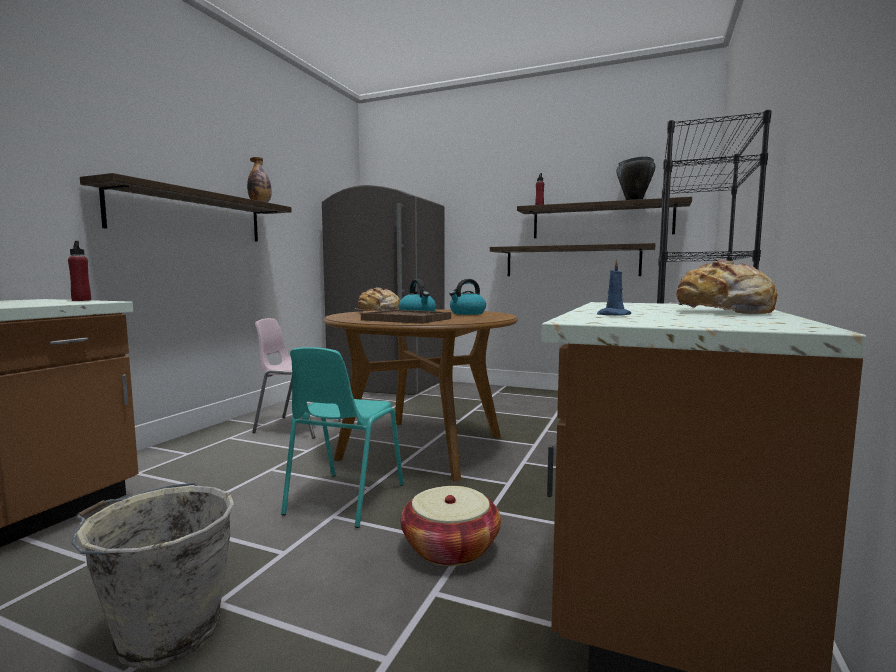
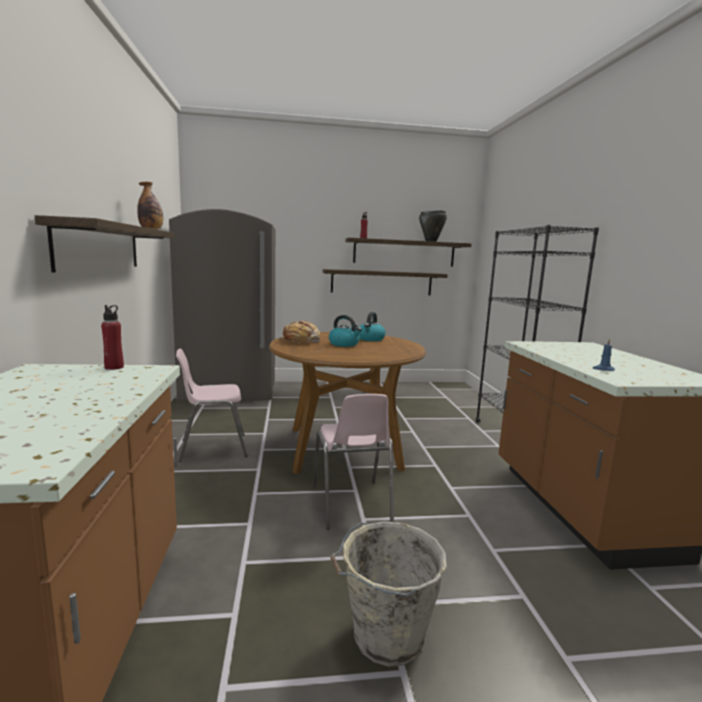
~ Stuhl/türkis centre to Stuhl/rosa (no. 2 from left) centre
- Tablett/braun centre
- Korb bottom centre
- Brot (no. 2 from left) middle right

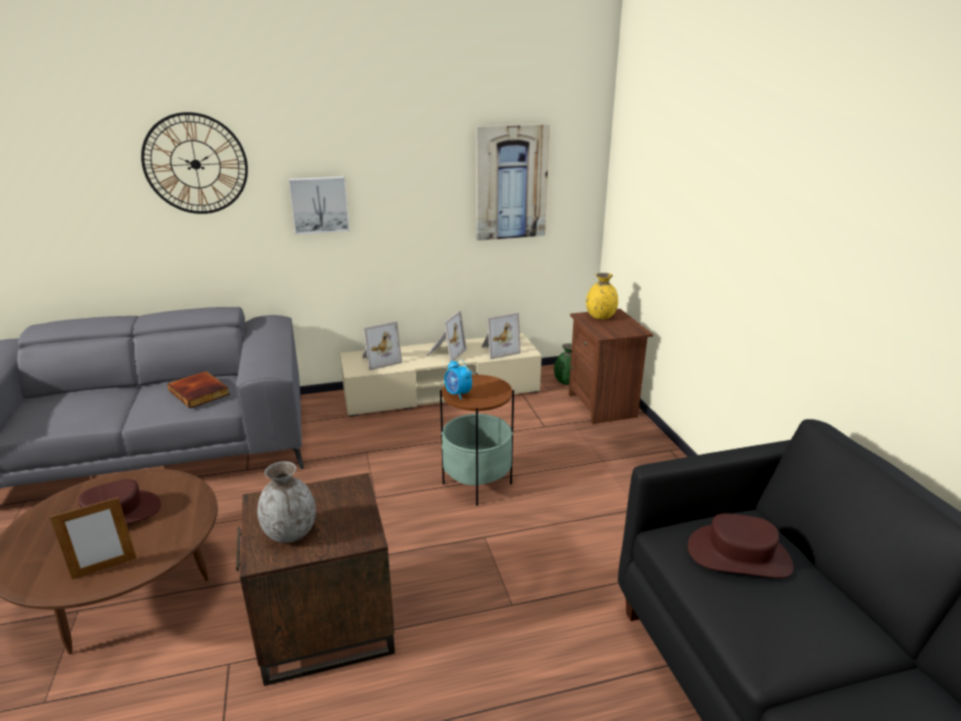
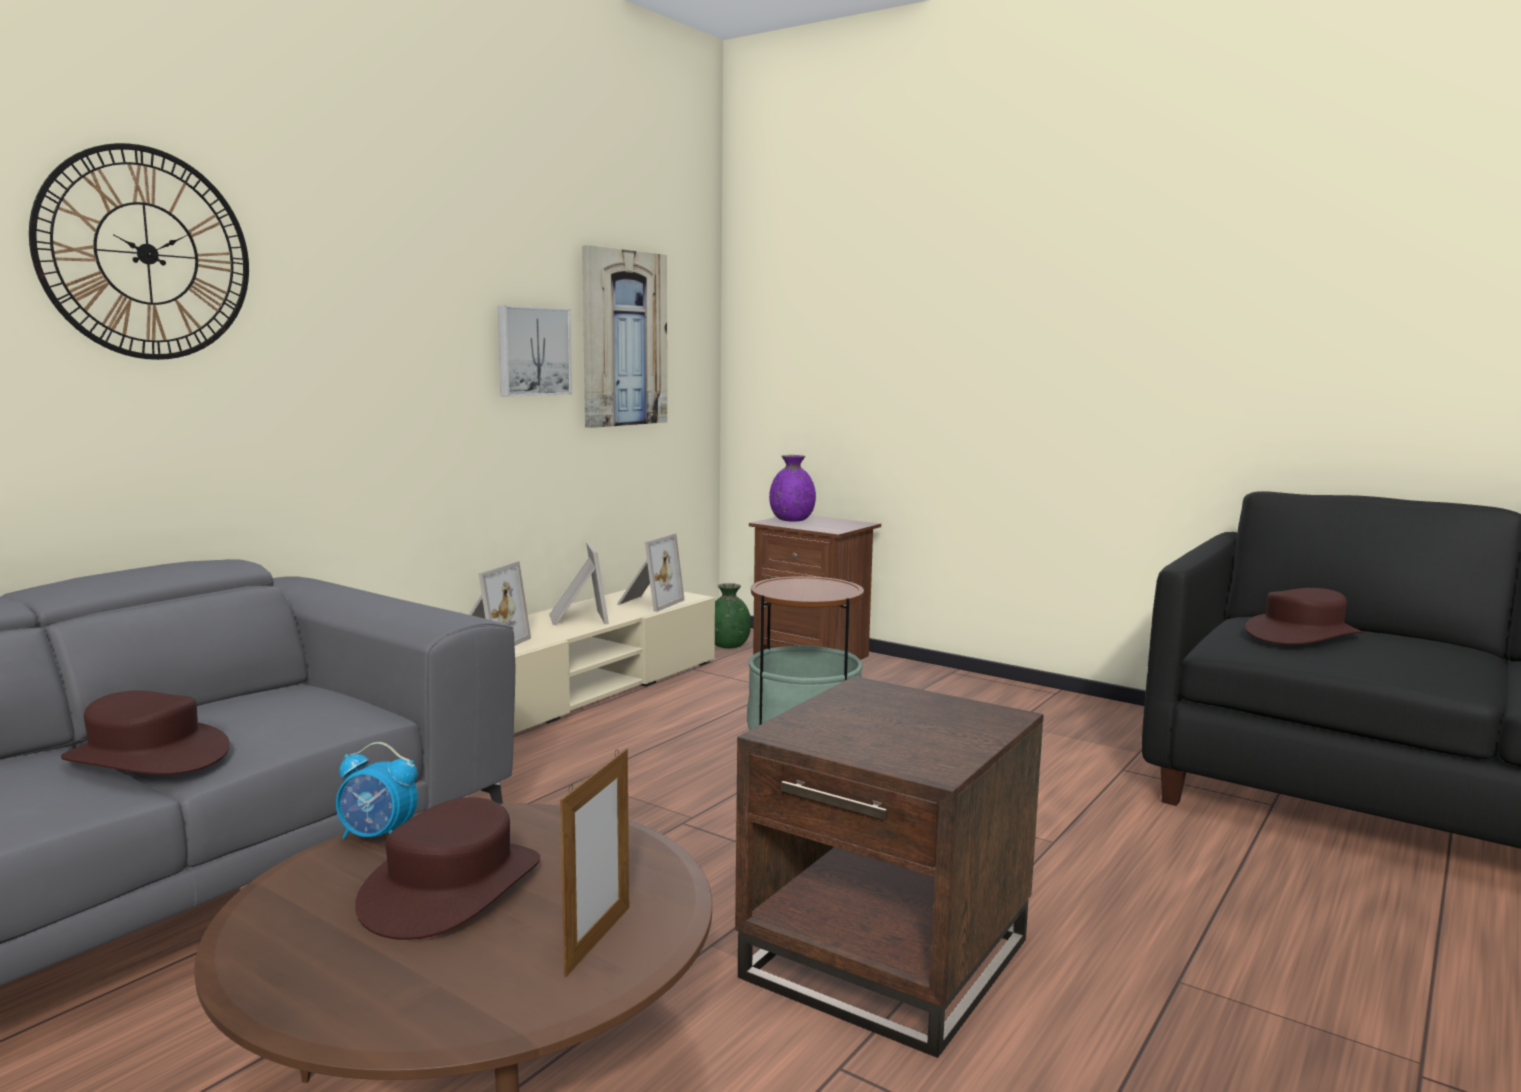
- Buch middle left
- Vase/grau bottom left
~ Bild (no. 1 from left) top left to top centre
~ Wecker centre to bottom left
~ Vase/gelb centre to Vase/lila centre
+ Hut/braun (no. 1 from left) bottom left

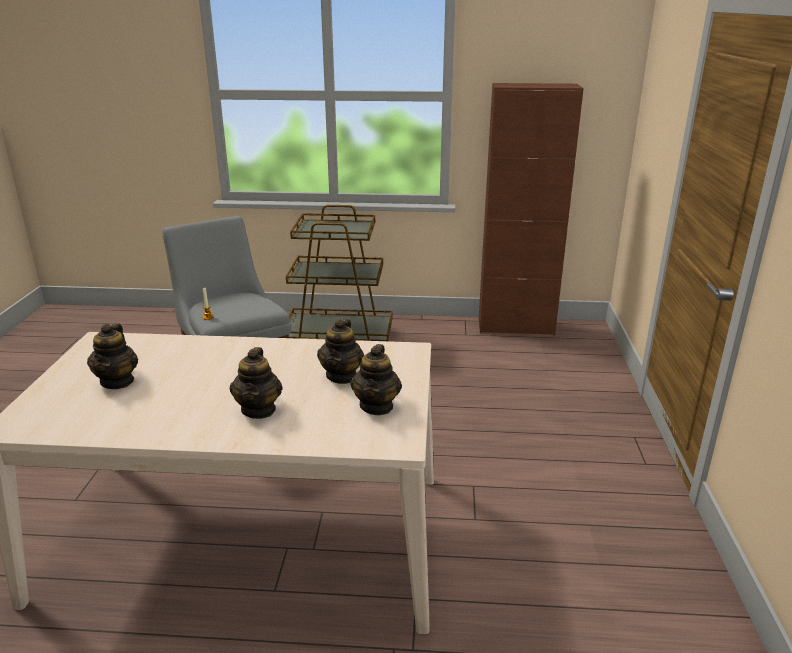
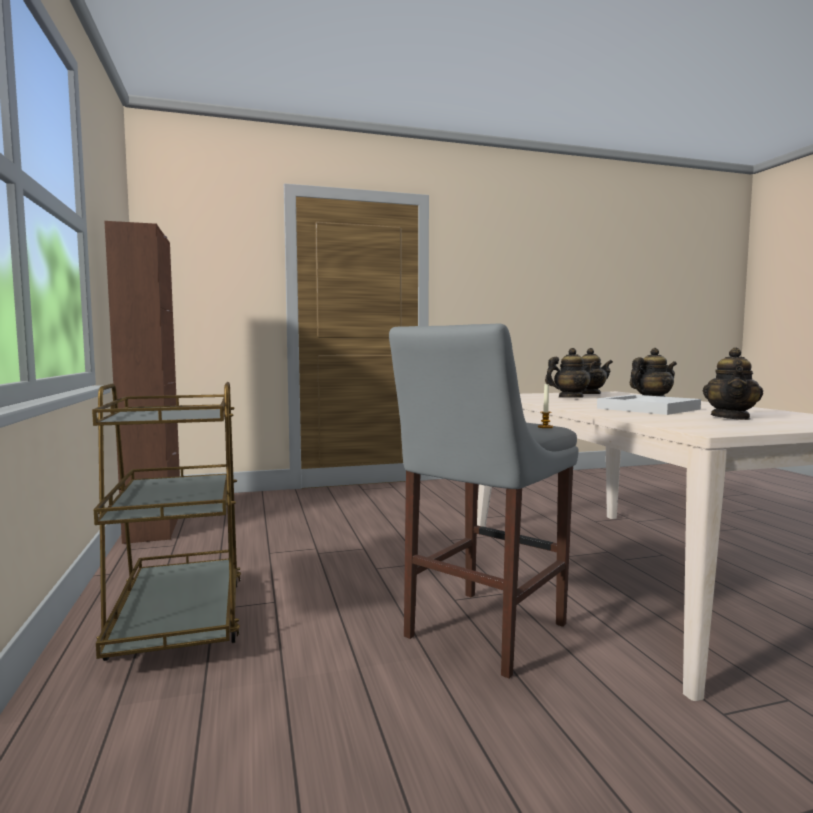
~ Teekanne (no. 1 from left in the first image) middle left = middle right 135 degrees clockwise
+ Tablett/weiß middle right

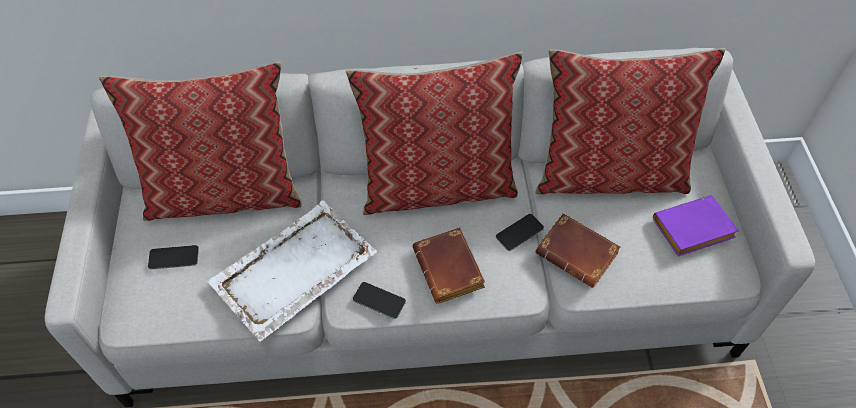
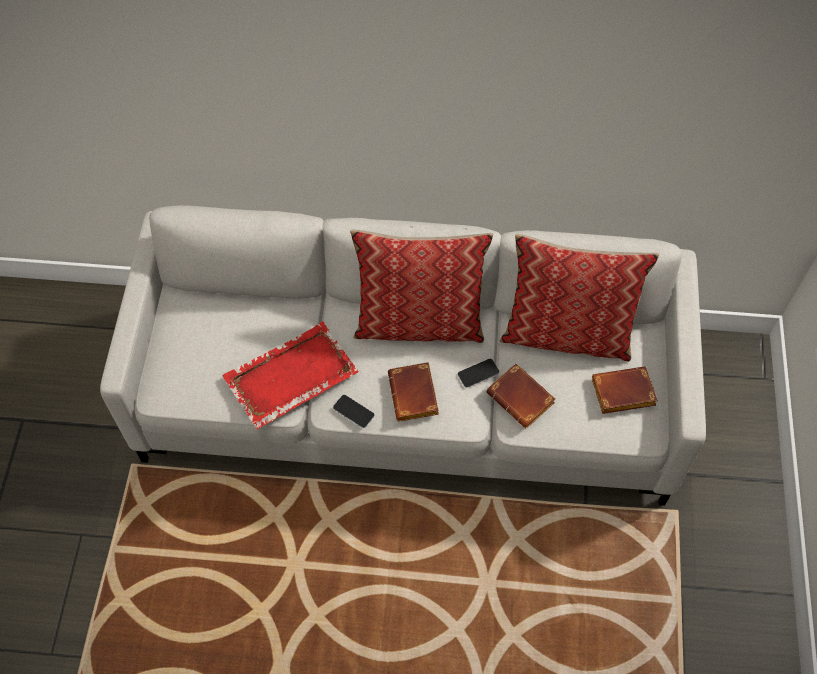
- Kissen (no. 1 from left) middle left
- Handy (no. 1 from left) middle left
~ Tablett/weiß centre to Tablett/rot centre
~ Buch/lila middle right to Buch/braun (no. 3 from left) middle right

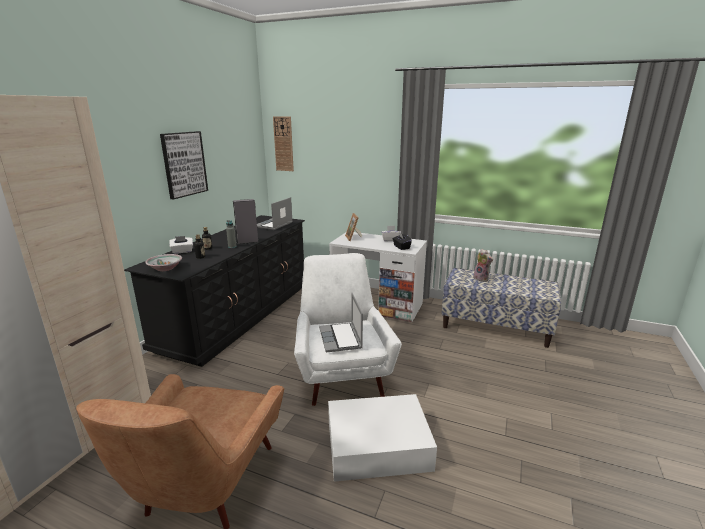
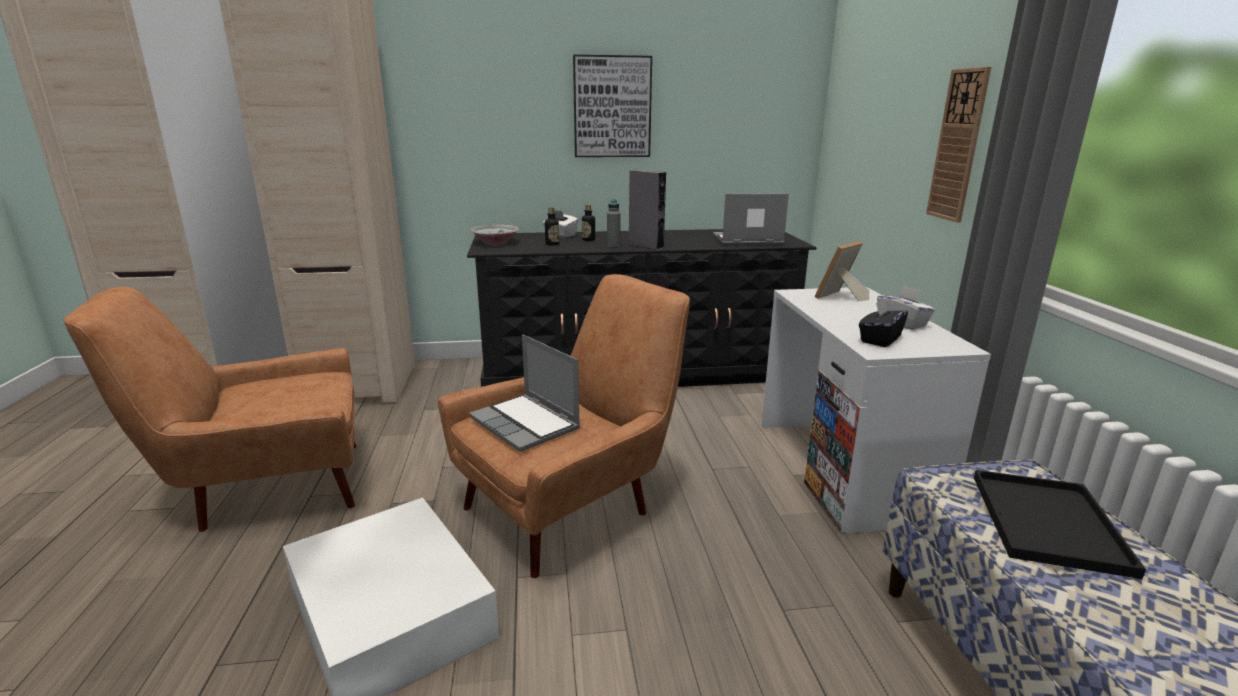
~ Wanduhr top centre to top right
~ Sessel/weiß centre to Sessel/braun (no. 2 from left) centre
~ Laptop (no. 2 from left in the first image) centre = centre 90 degrees counterclockwise
~ Plüschtier middle right to Tablett/schwarz bottom right

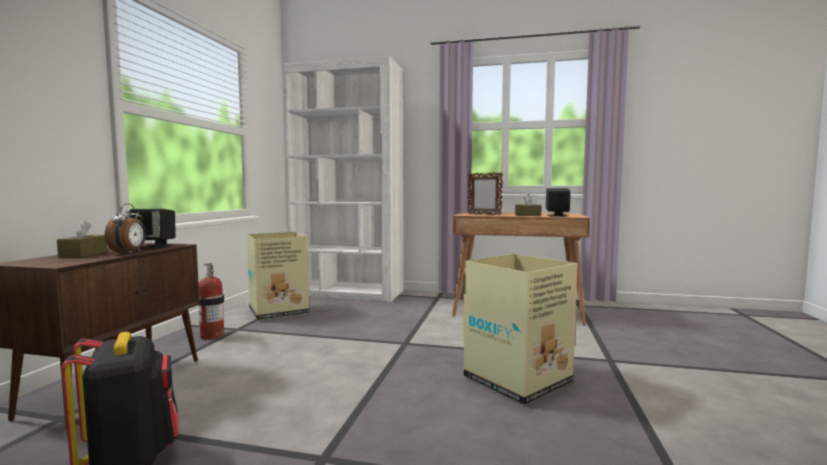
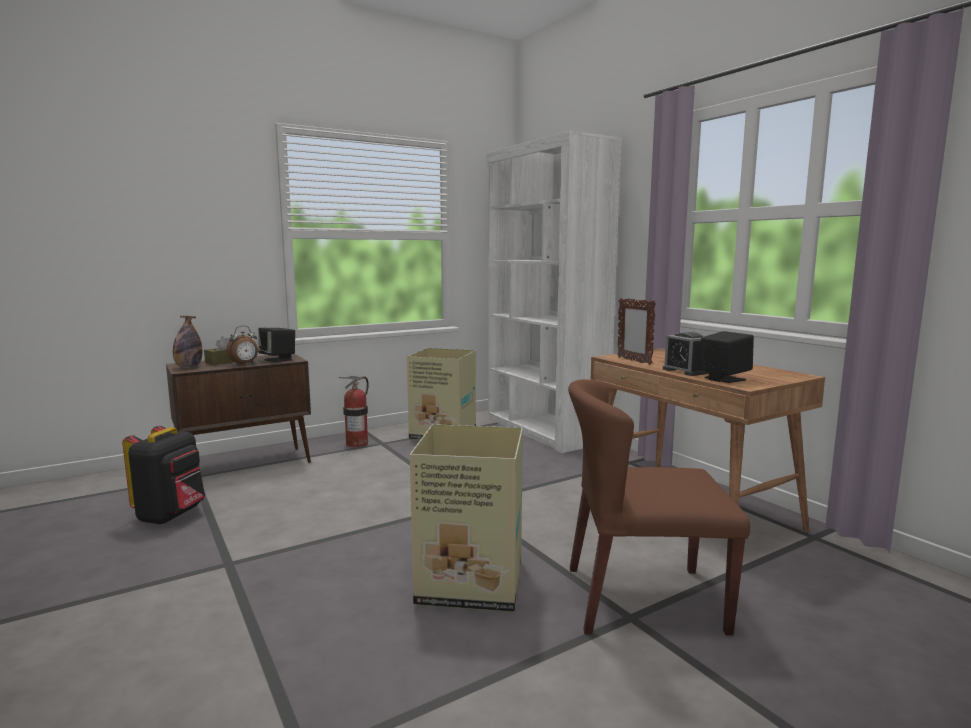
~ Taschentuchbox/braun (no. 2 from left) centre to Wecker (no. 2 from left) middle right
+ Flasche middle left
+ Stuhl/braun bottom right

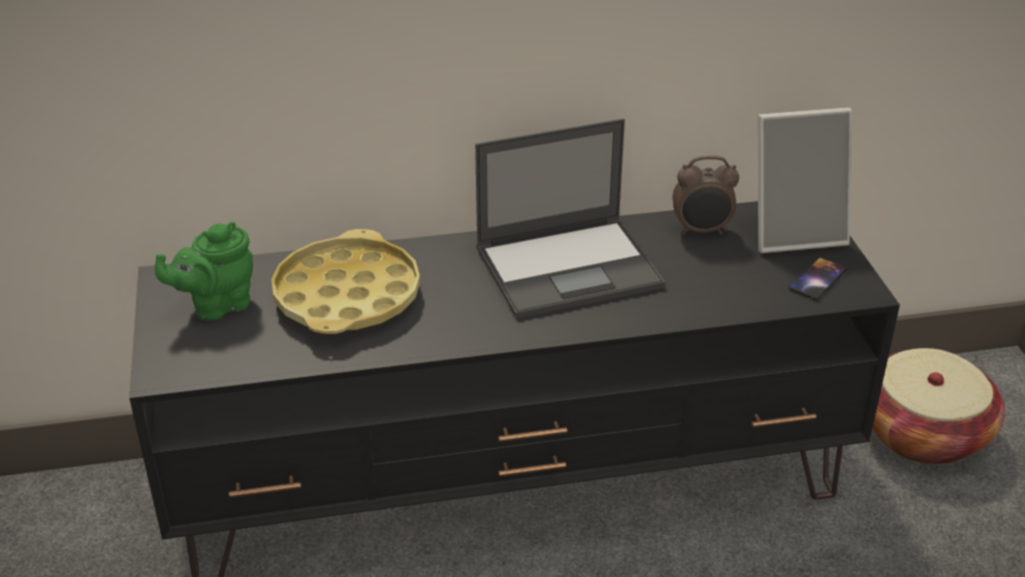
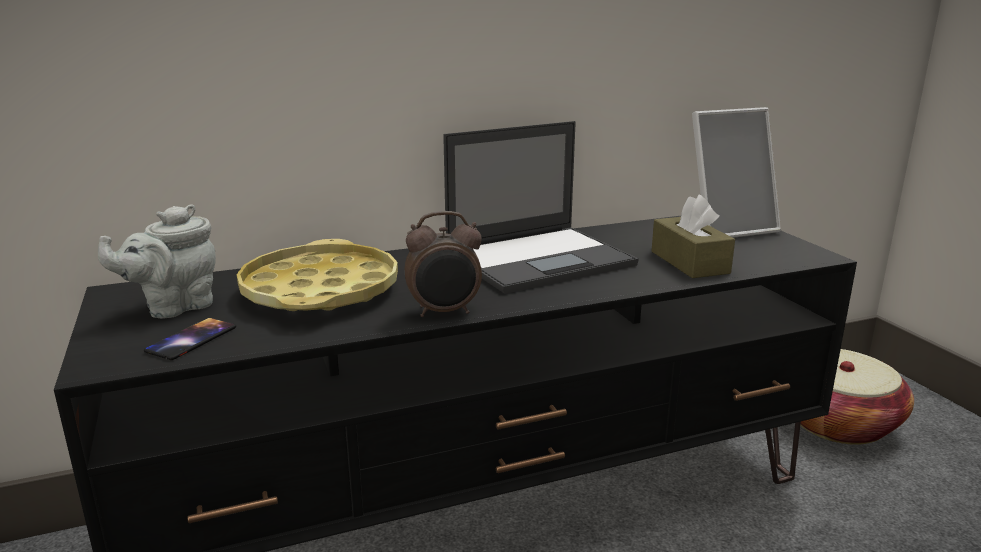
~ Teekanne/grün middle left to Teekanne/grau middle left
~ Wecker middle right to centre
~ Handy middle right to middle left
+ Taschentuchbox/braun middle right

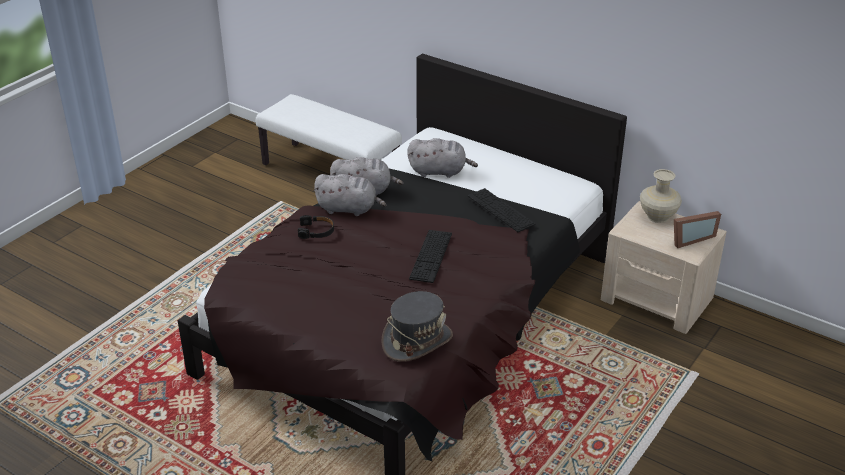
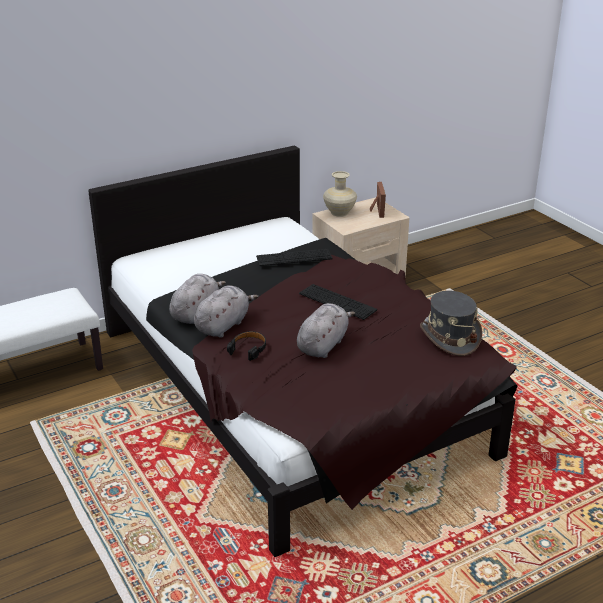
~ Plüschtier/grau (no. 3 from left) top centre to centre

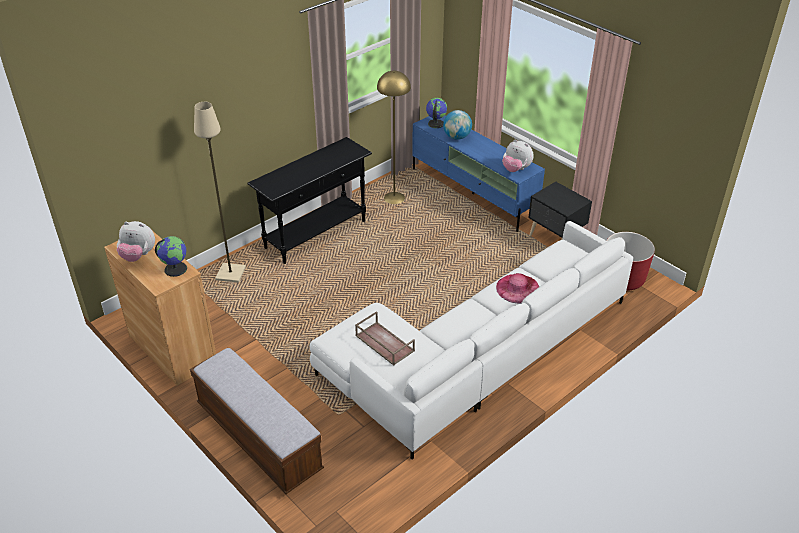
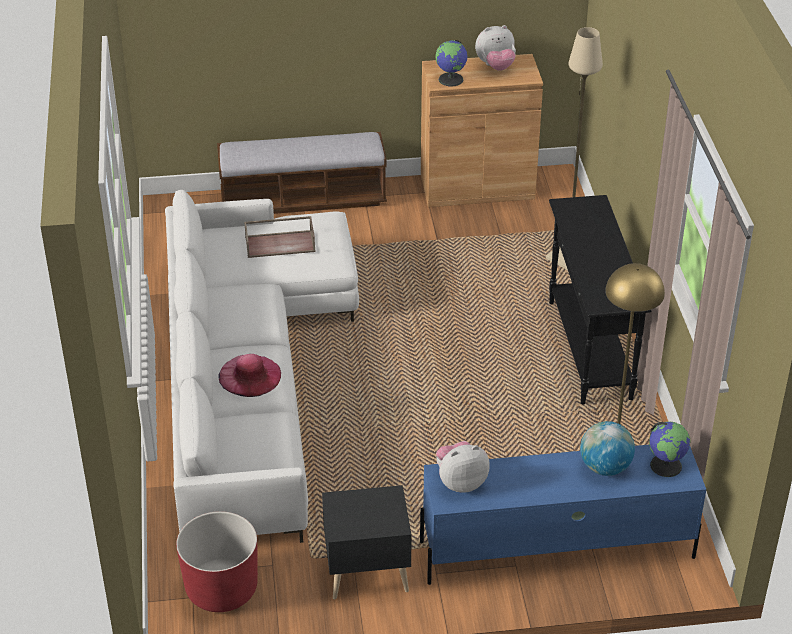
~ Plüschtier (no. 1 from left in the first image) middle left = top centre 150 degrees counterclockwise

